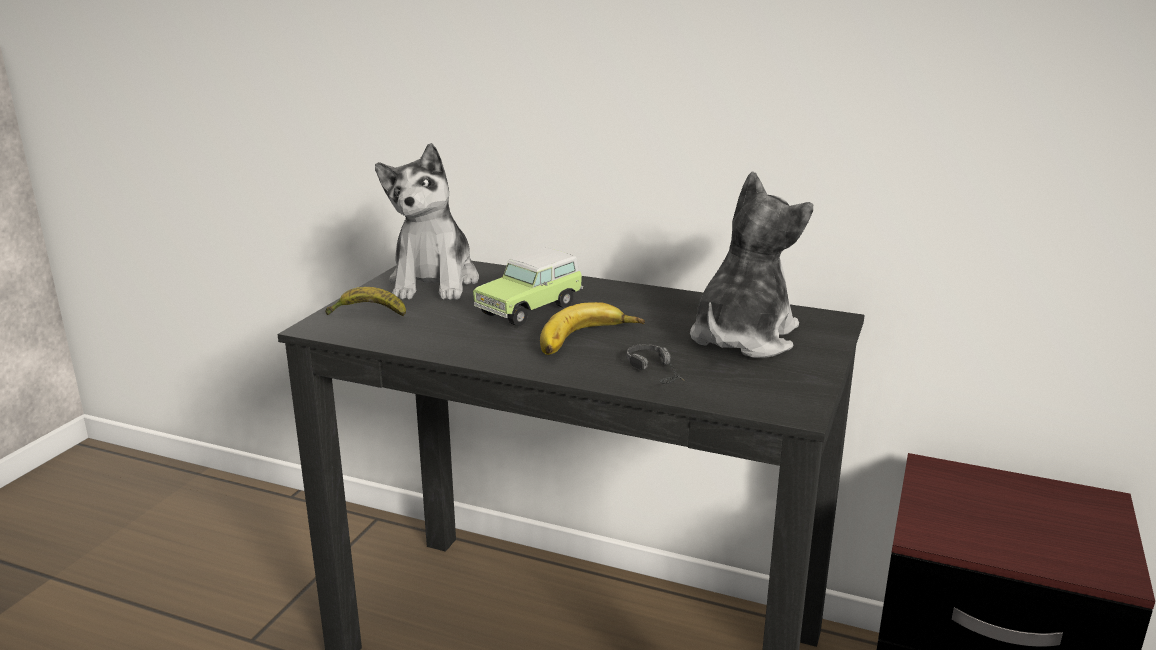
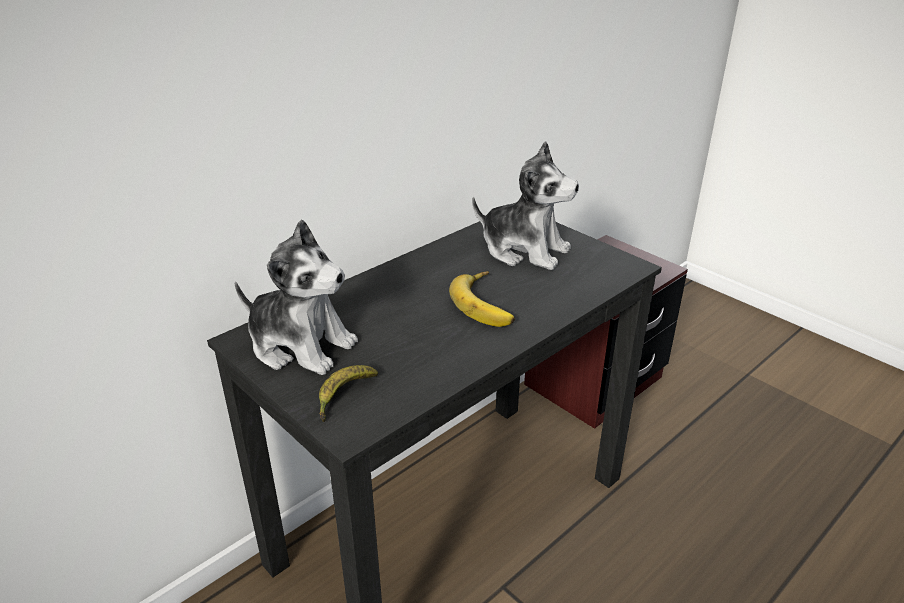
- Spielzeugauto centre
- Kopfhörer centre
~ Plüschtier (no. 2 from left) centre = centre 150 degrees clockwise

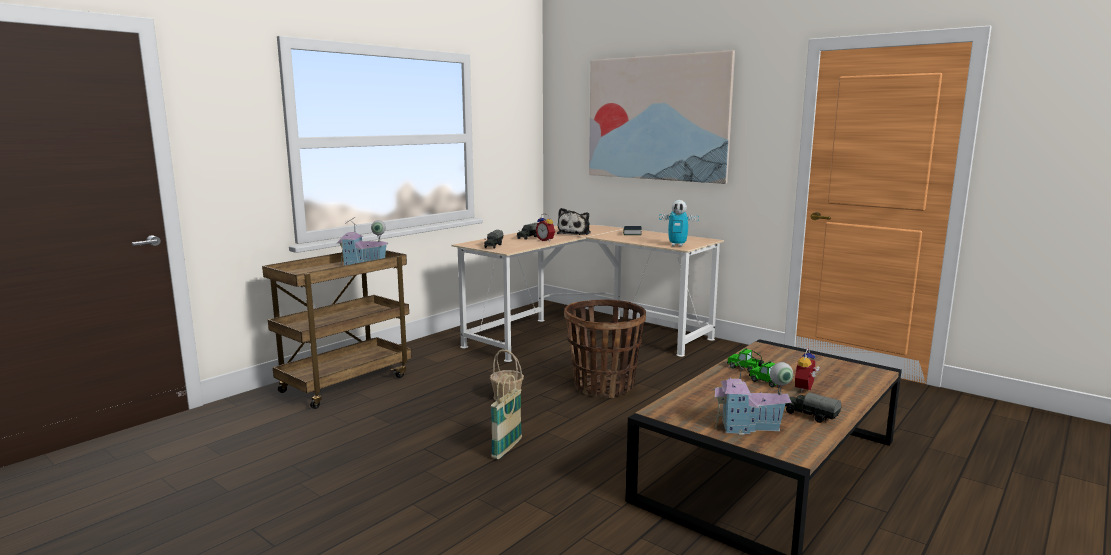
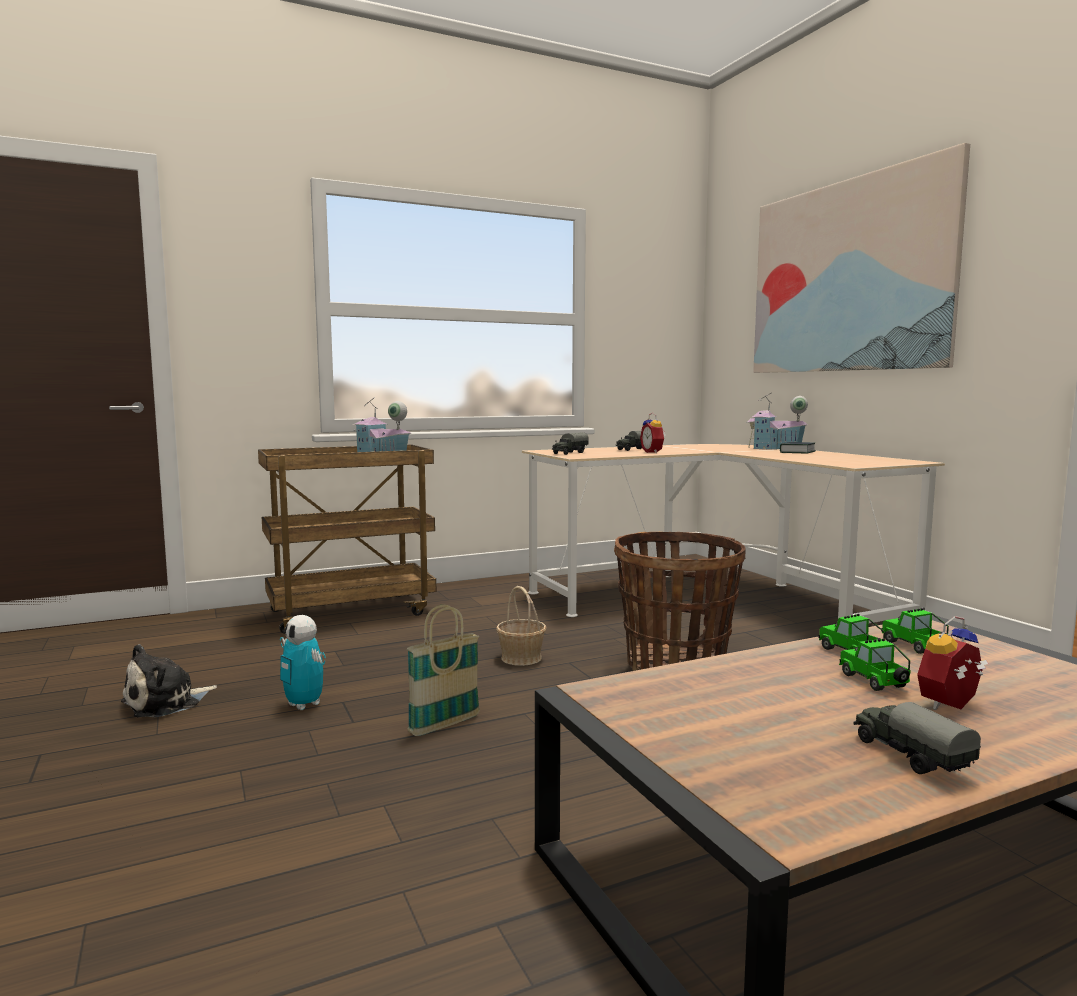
~ Plüschtier centre to bottom left
~ Spielzeugroboter centre to middle left
~ Spielzeughaus (no. 2 from left) bottom right to middle right
+ Spielzeugauto (no. 3 from left) middle right

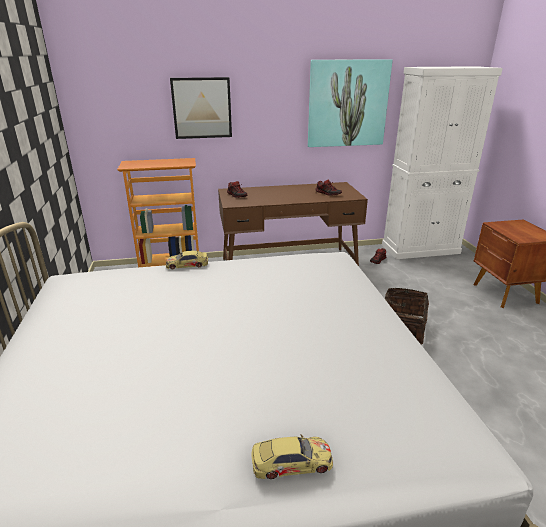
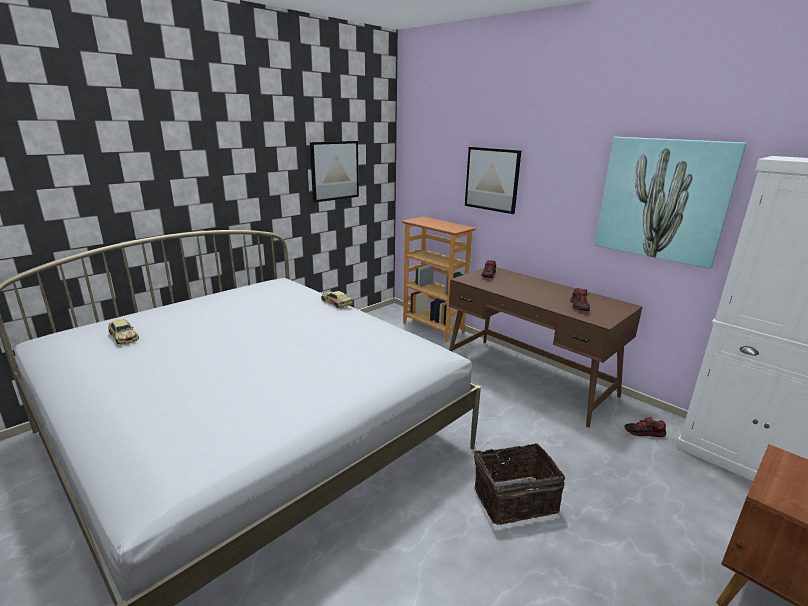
~ Spielzeugauto (no. 2 from left in the first image) bottom centre to Spielzeugauto (no. 1 from left) middle left
+ Bild (no. 1 from left) top centre

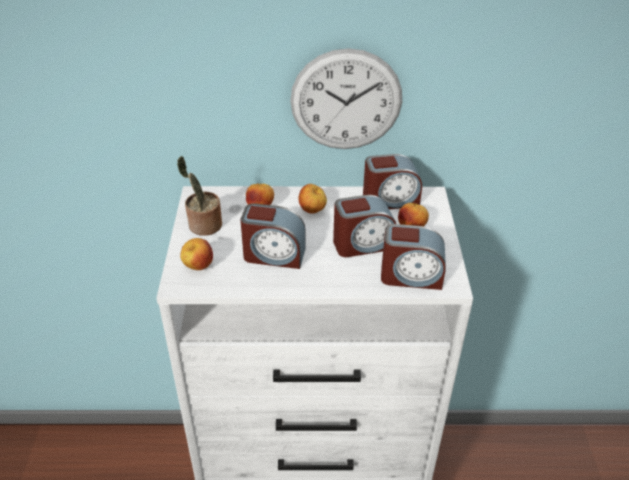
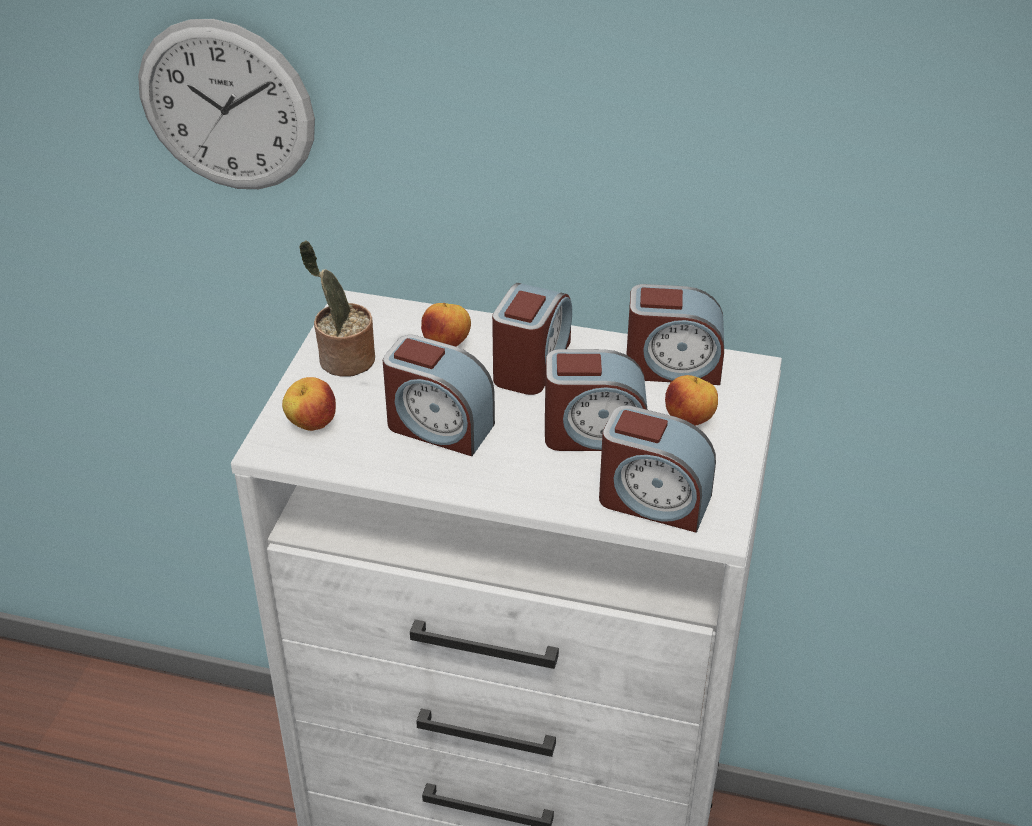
~ Wanduhr top centre to top left
~ Apfel (no. 3 from left) centre to Wecker (no. 2 from left) centre

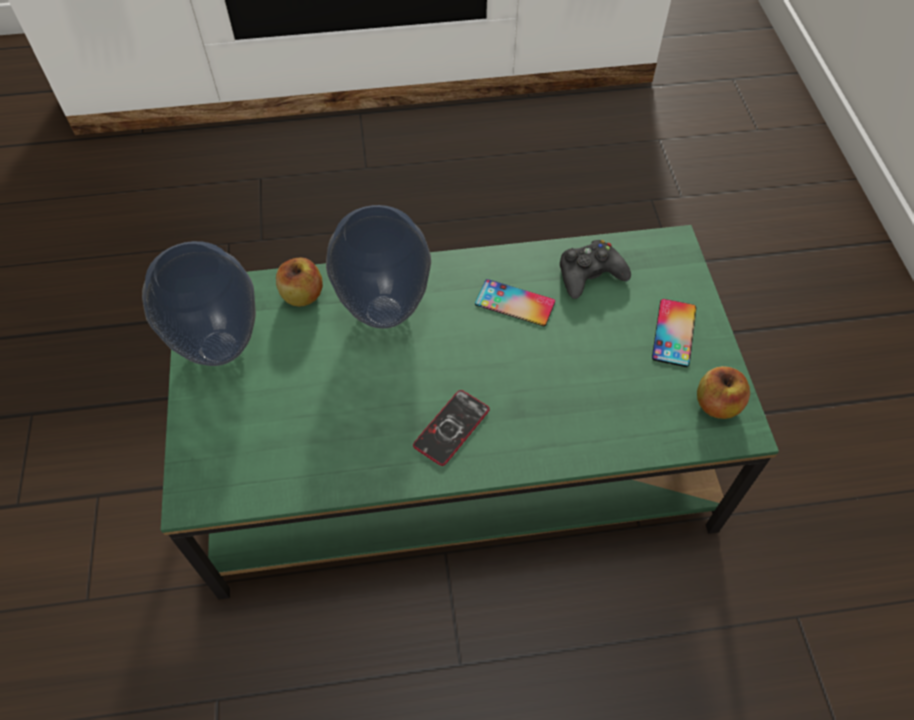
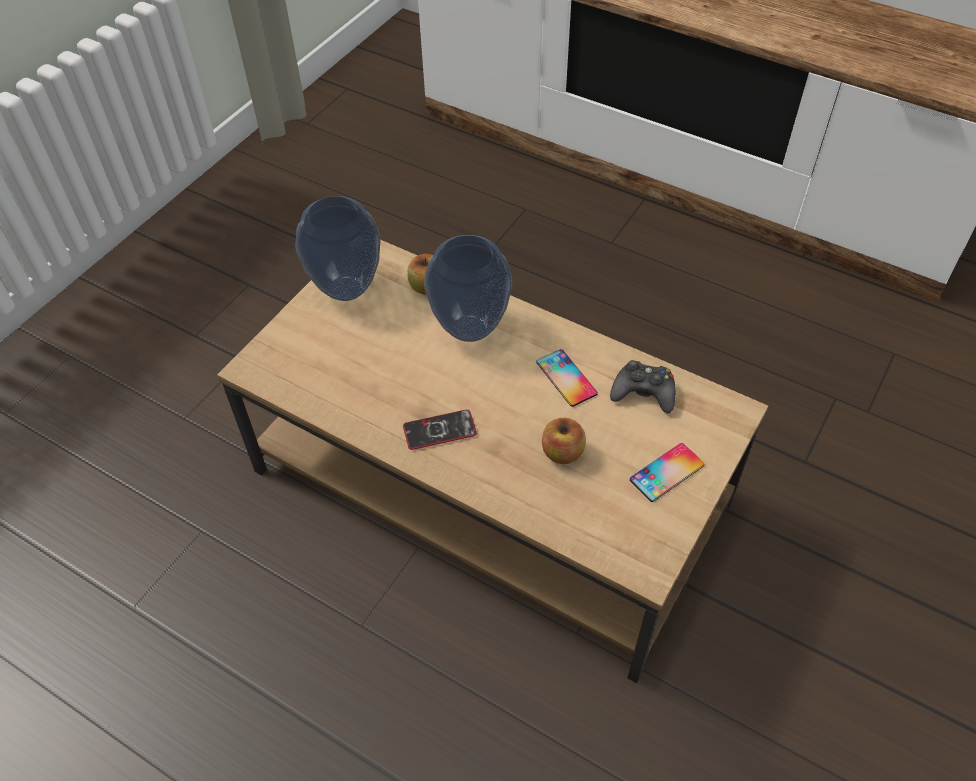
~ Couchtisch/grün centre to Couchtisch/braun centre
~ Apfel (no. 2 from left) middle right to centre

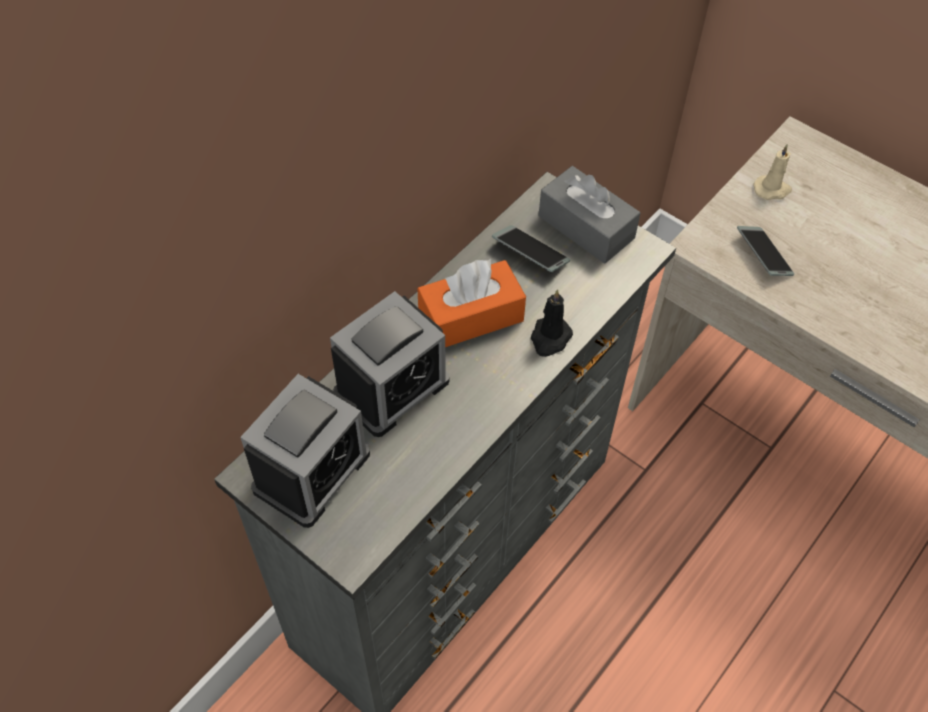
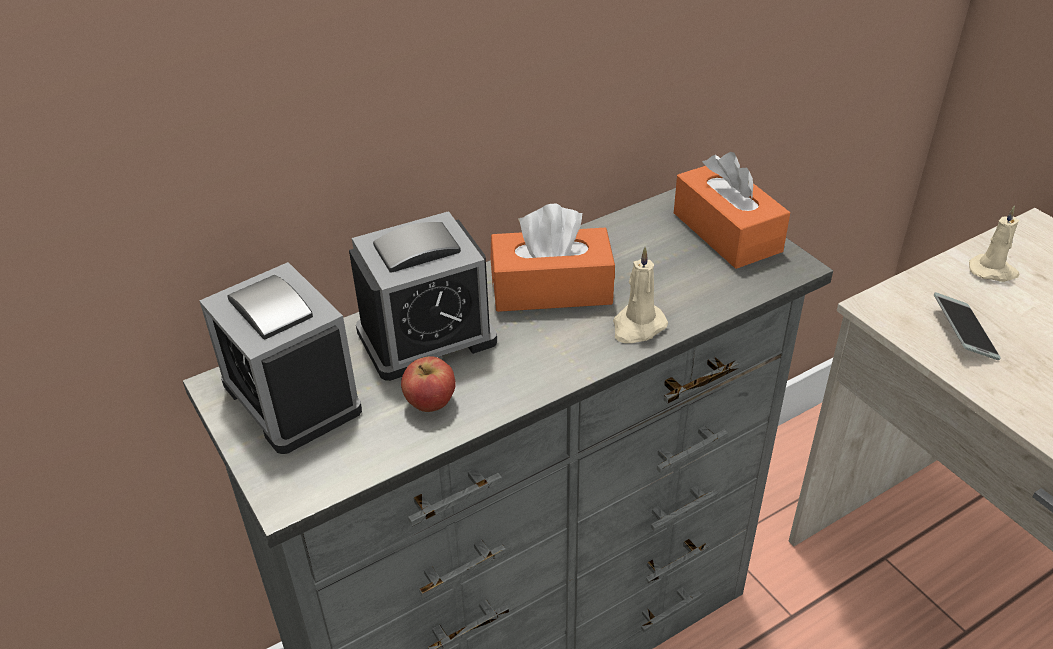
~ Wecker (no. 1 from left) middle left = middle left 90 degrees clockwise
- Handy (no. 1 from left) centre
~ Kerze/schwarz centre to Kerze/beige (no. 1 from left) centre
~ Taschentuchbox/grau top centre to Taschentuchbox/orange (no. 2 from left) top right
+ Apfel centre

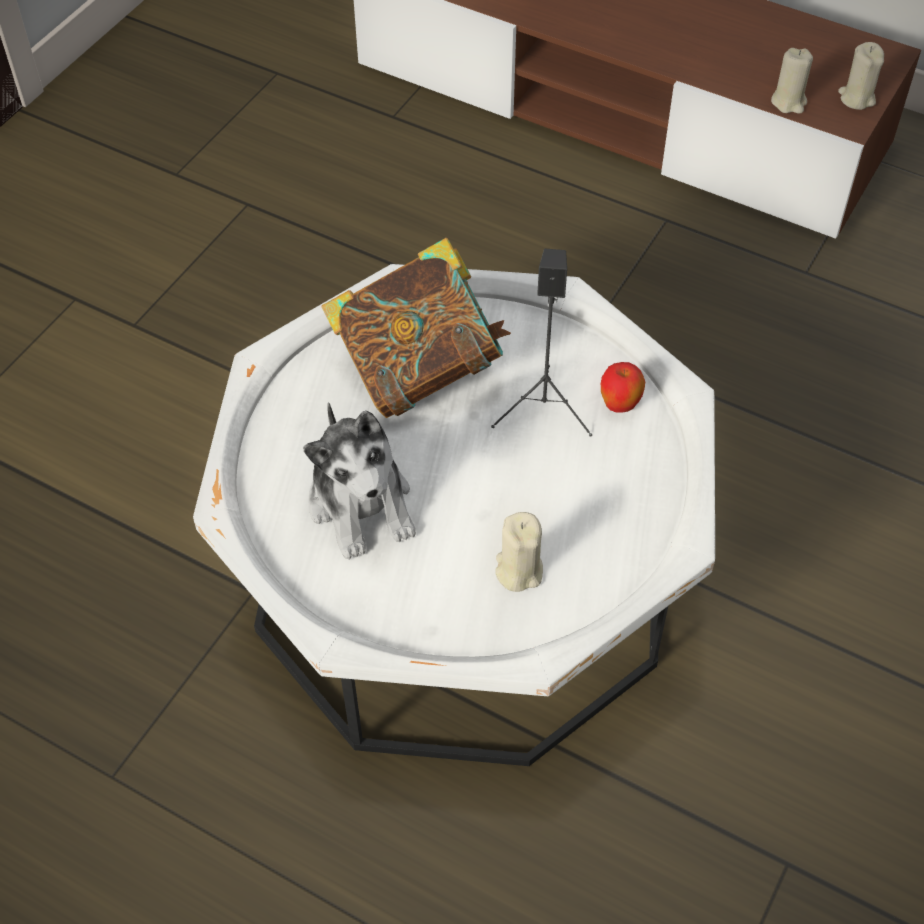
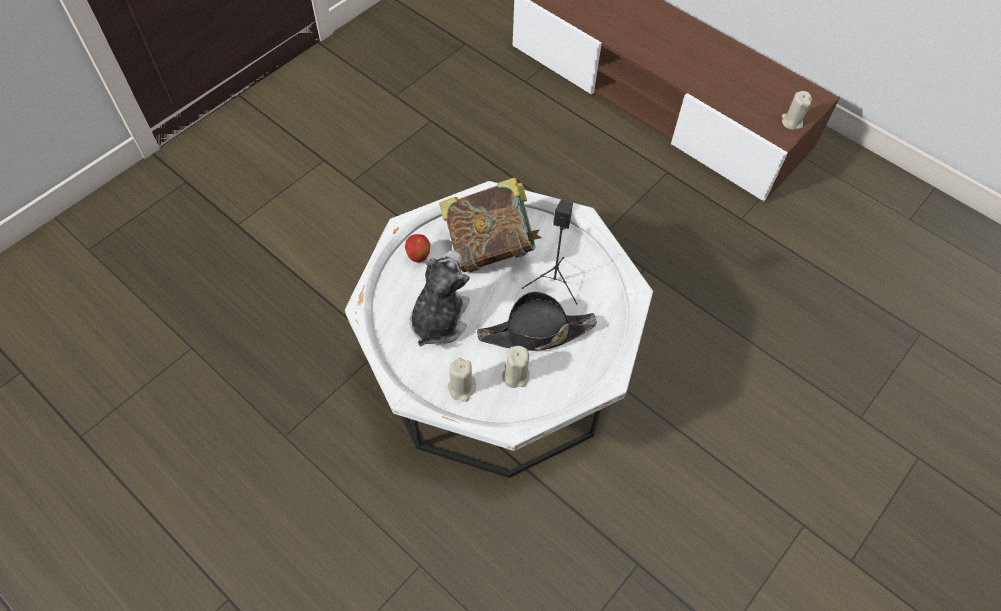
~ Plüschtier centre = centre 150 degrees counterclockwise
~ Apfel middle right to centre
~ Kerze/beige (no. 2 from left in the first image) top right to Kerze/beige (no. 1 from left) centre
+ Hut/schwarz centre

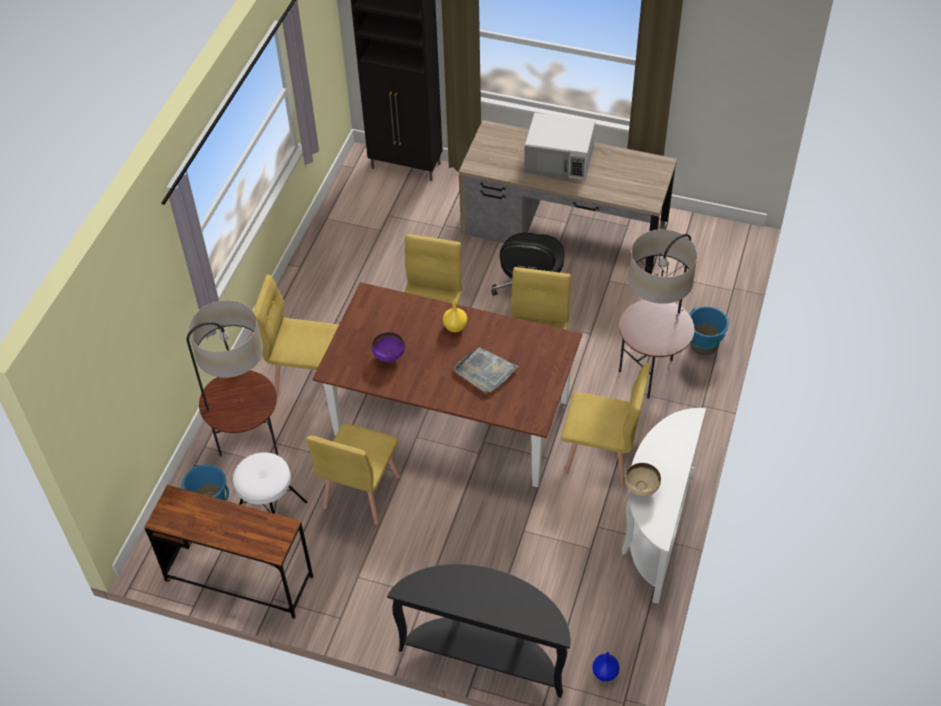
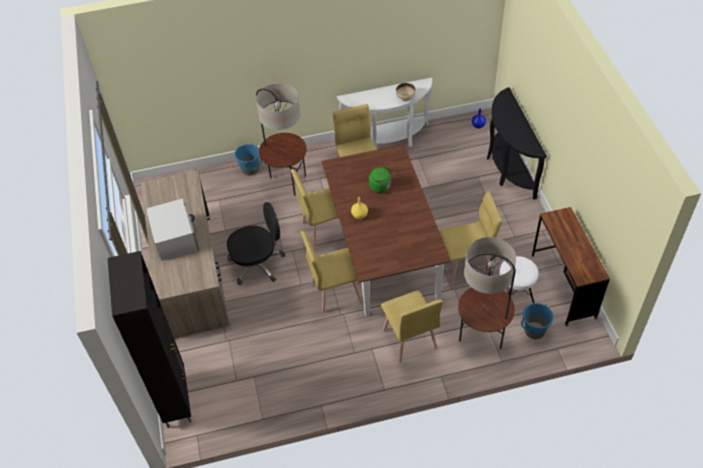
- Schüssel/lila centre
~ Tablett/grau centre to Wasserkessel/grün centre

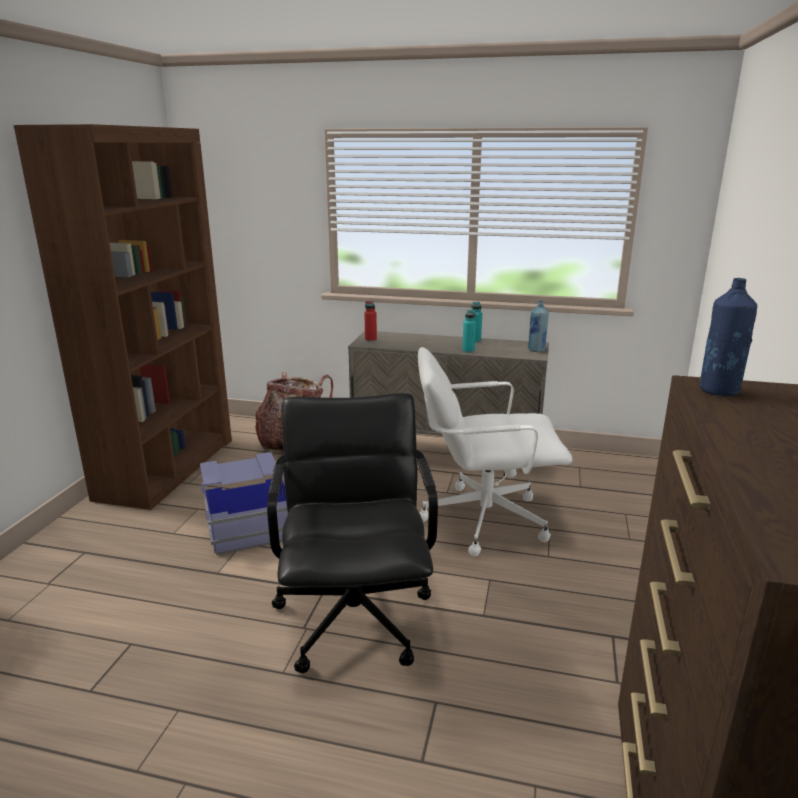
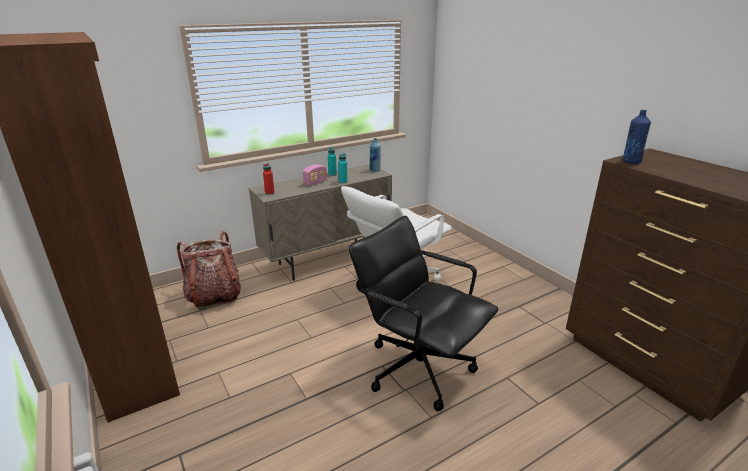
- Aufbewahrungsbox/blau middle left
+ Radio centre

